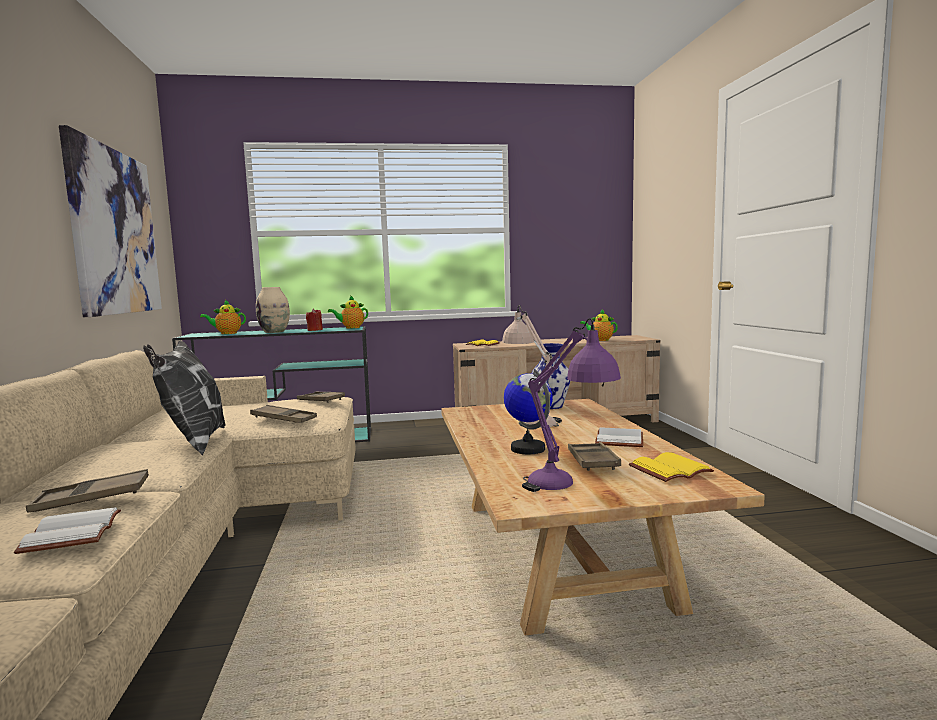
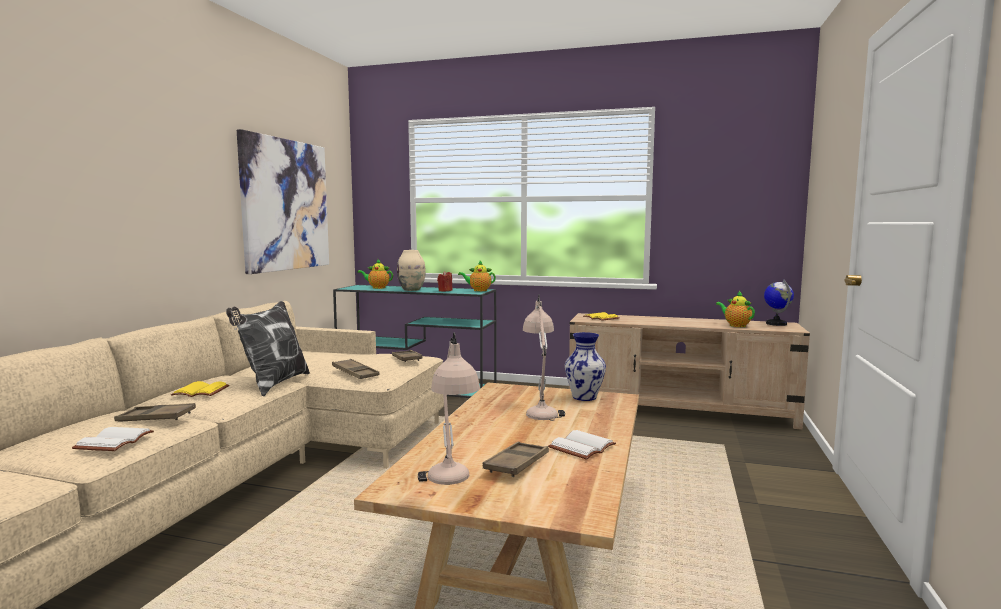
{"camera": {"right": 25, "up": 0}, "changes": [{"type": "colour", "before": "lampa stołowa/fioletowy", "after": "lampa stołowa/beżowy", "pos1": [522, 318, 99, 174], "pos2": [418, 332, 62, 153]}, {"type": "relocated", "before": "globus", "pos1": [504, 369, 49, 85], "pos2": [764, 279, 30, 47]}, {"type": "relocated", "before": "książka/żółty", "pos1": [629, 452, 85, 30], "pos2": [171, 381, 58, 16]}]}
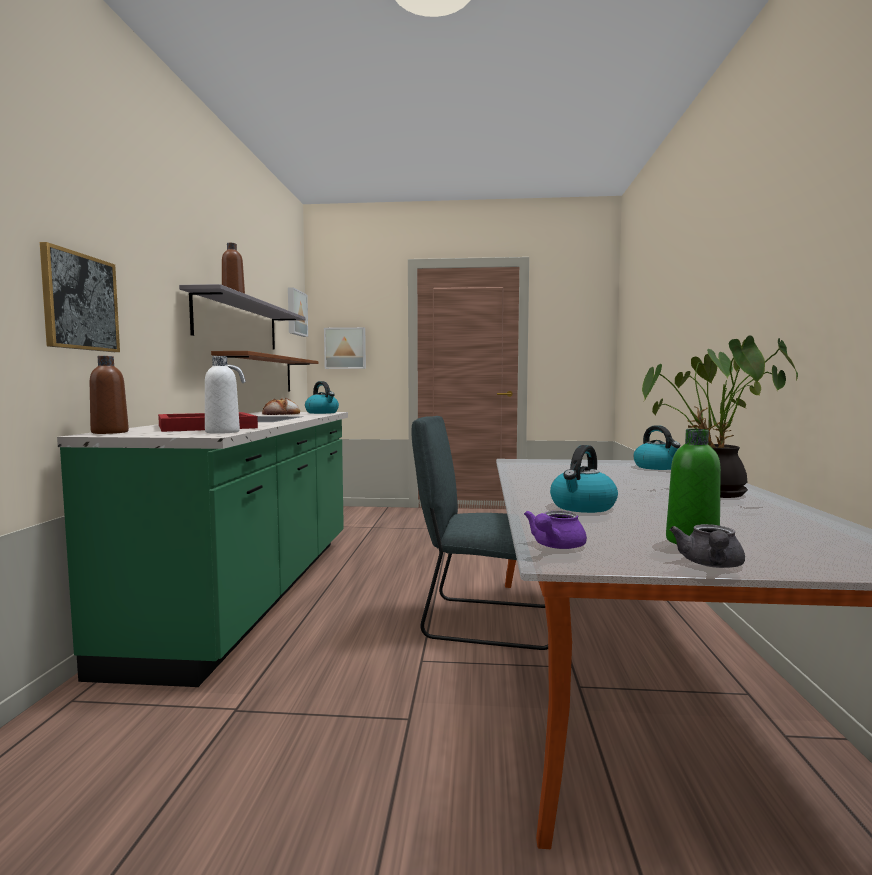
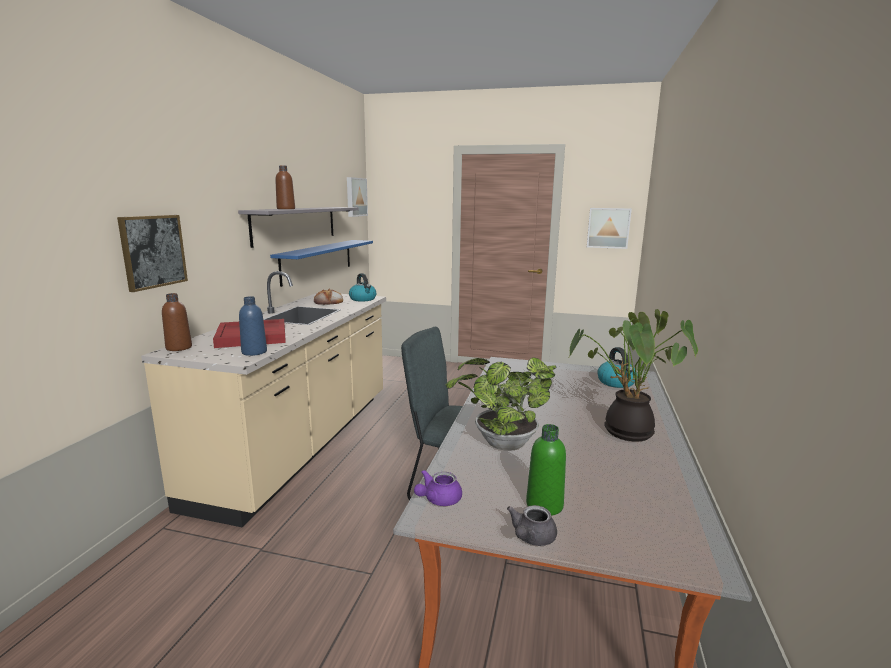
{"camera": {"right": 10, "up": 10}, "changes": [{"type": "relocated", "before": "obraz", "pos1": [324, 327, 42, 42], "pos2": [587, 208, 45, 41]}, {"type": "colour", "before": "półka/brązowy", "after": "półka/niebieski", "pos1": [211, 351, 107, 41], "pos2": [270, 240, 103, 47]}, {"type": "colour", "before": "butelka/biały", "after": "butelka/niebieski", "pos1": [205, 356, 35, 78], "pos2": [239, 296, 28, 60]}, {"type": "colour", "before": "zabudowa kuchenna/zielony", "after": "zabudowa kuchenna/beżowy", "pos1": [57, 364, 291, 323], "pos2": [141, 271, 245, 256]}, {"type": "exchanged", "before": "czajnik", "after": "roślina doniczkowa", "pos1": [550, 445, 68, 68], "pos2": [446, 357, 111, 94]}]}
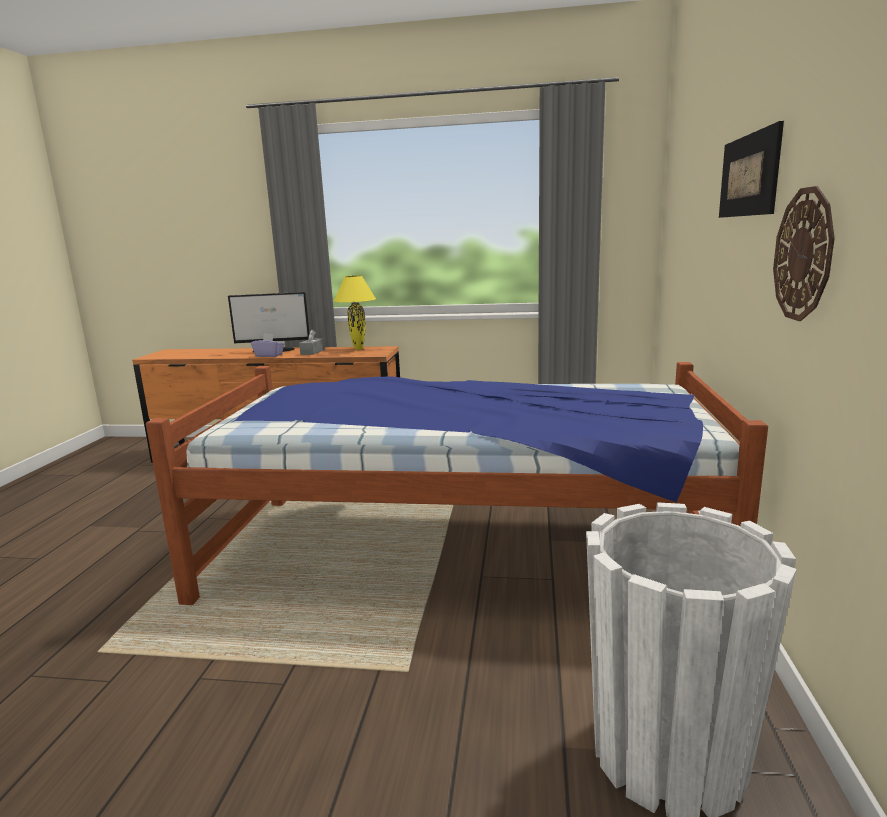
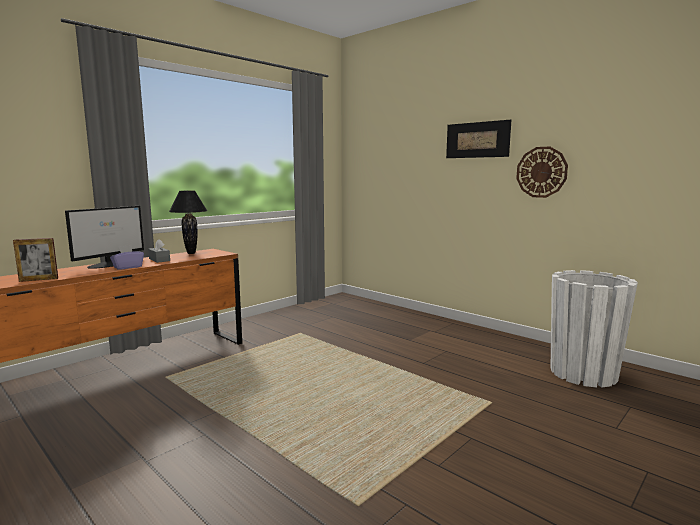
{"camera": {"right": -55, "up": -5}, "changes": [{"type": "colour", "before": "lampa stołowa/żółty", "after": "lampa stołowa/czarny", "pos1": [334, 275, 42, 75], "pos2": [169, 191, 39, 63]}, {"type": "missing", "before": "łóżko", "pos1": [146, 362, 622, 243]}, {"type": "appeared", "after": "ramka na zdjęcie", "pos2": [13, 238, 45, 44]}]}
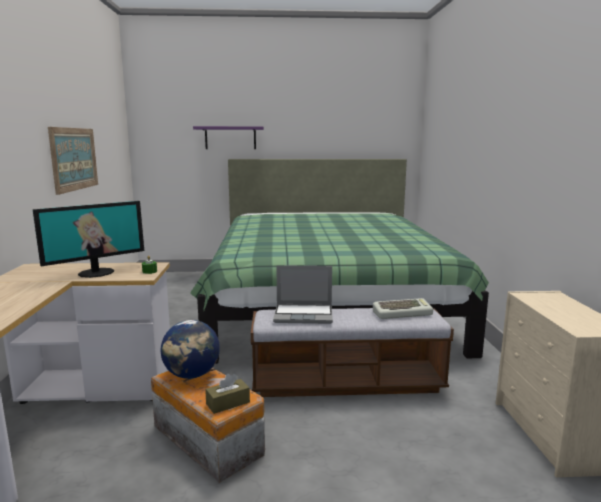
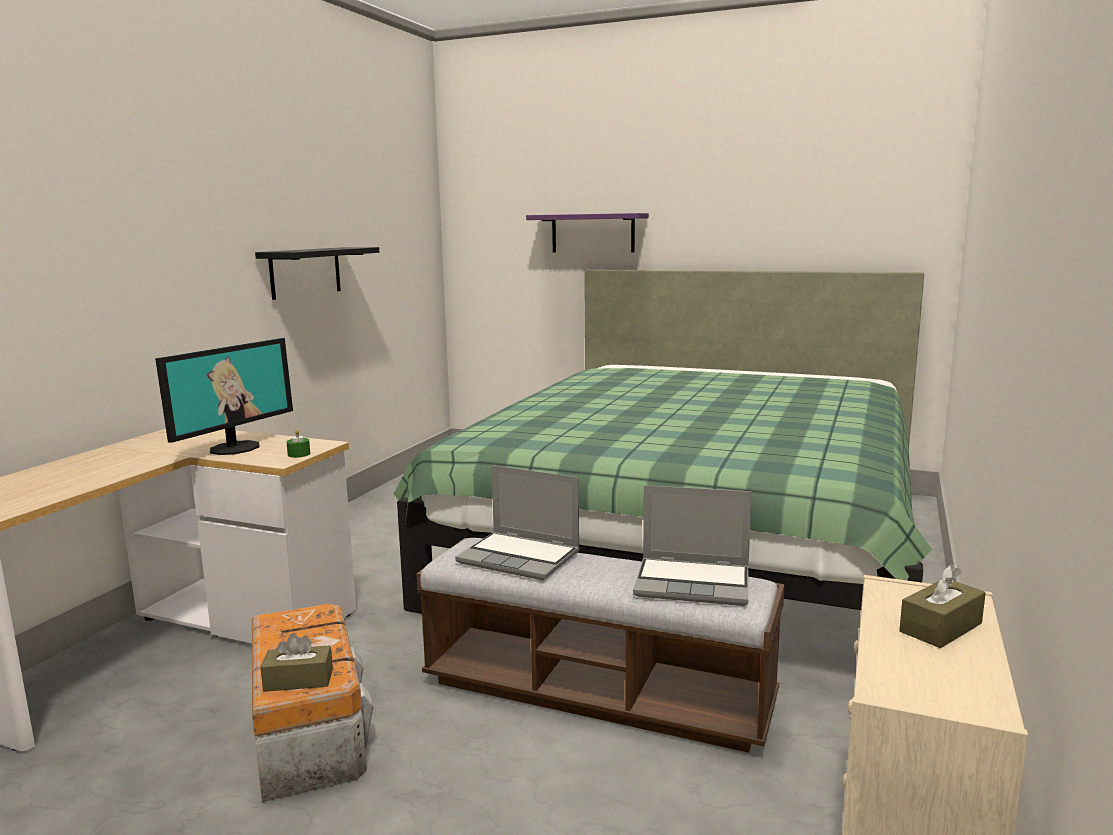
{"camera": {"right": 25, "up": 0}, "changes": [{"type": "exchanged", "before": "obraz", "after": "półka/czarny", "pos1": [48, 127, 50, 68], "pos2": [255, 247, 124, 53]}, {"type": "spun", "before": "monitor", "pos1": [32, 201, 112, 77], "pos2": [155, 338, 138, 117], "turn": -45}, {"type": "exchanged", "before": "klawiatura", "after": "laptop", "pos1": [373, 298, 60, 21], "pos2": [633, 485, 119, 121]}, {"type": "missing", "before": "globus", "pos1": [161, 320, 59, 59]}, {"type": "appeared", "after": "pudełko chusteczek/brązowy", "pos2": [899, 564, 87, 84]}]}
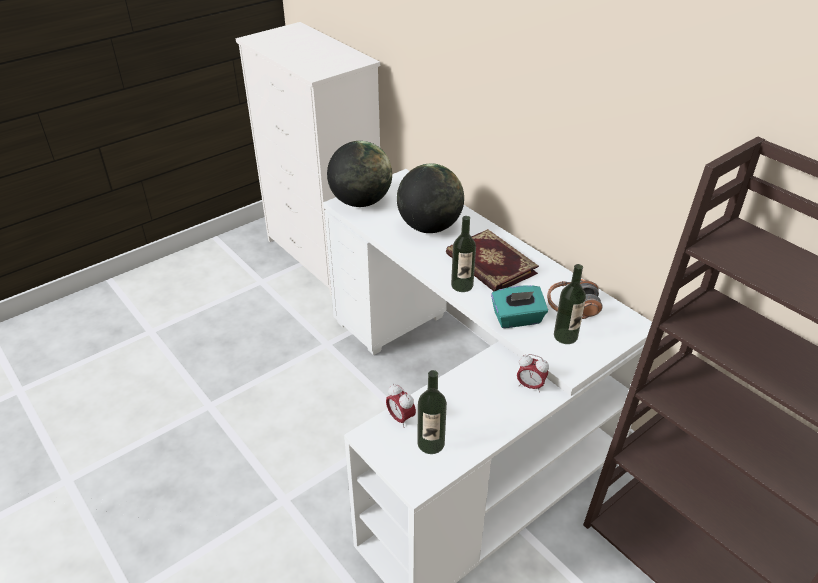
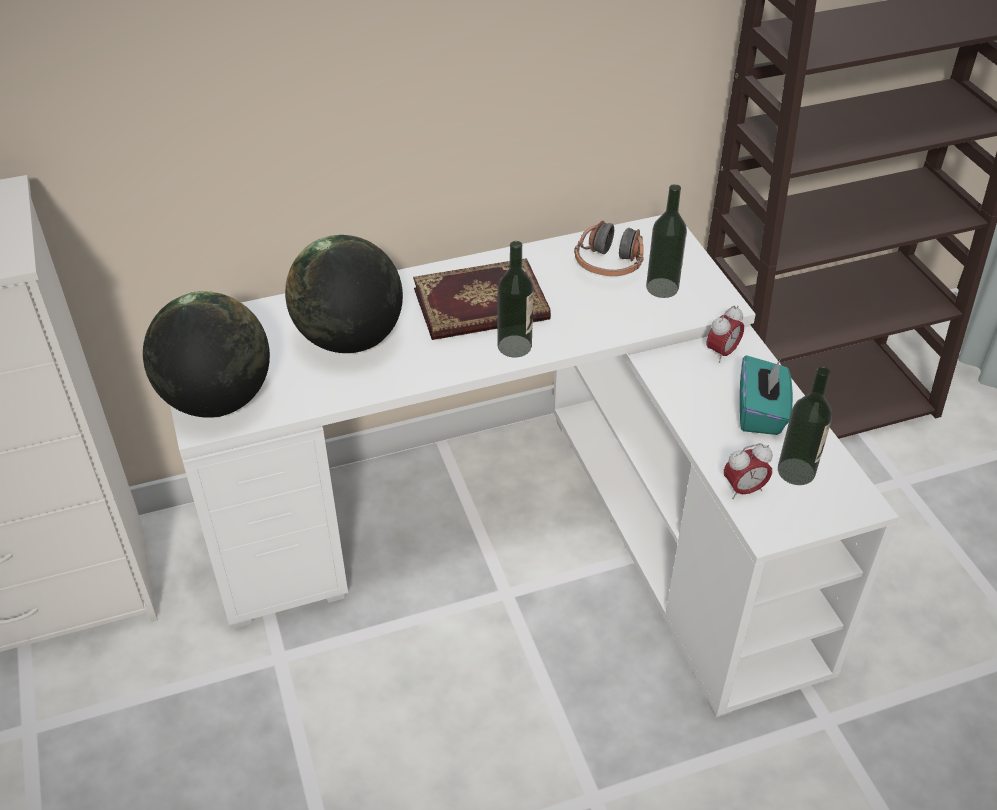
{"camera": {"right": -70, "up": 5}, "changes": [{"type": "relocated", "before": "pudełko chusteczek/turkusowy", "pos1": [491, 285, 57, 43], "pos2": [740, 355, 53, 80]}]}
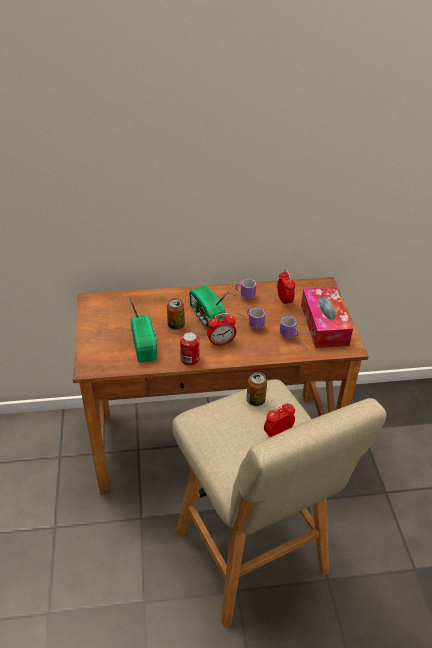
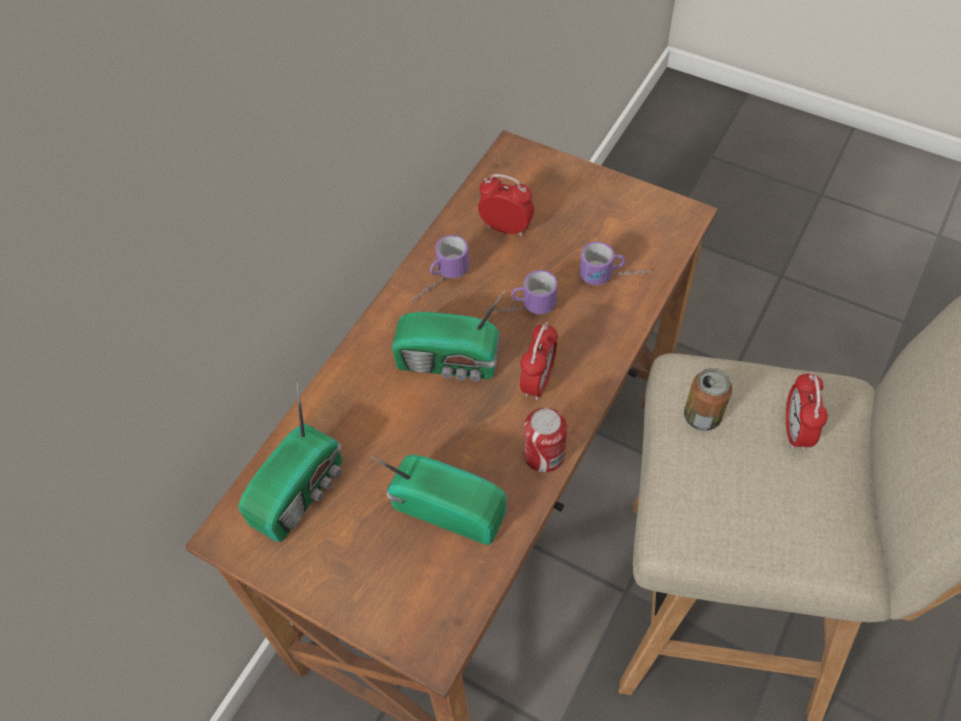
{"camera": {"right": -50, "up": 15}, "changes": [{"type": "missing", "before": "pudełko chusteczek", "pos1": [301, 287, 52, 61]}, {"type": "missing", "before": "puszka", "pos1": [167, 298, 18, 32]}, {"type": "appeared", "after": "radio", "pos2": [239, 381, 103, 161]}]}
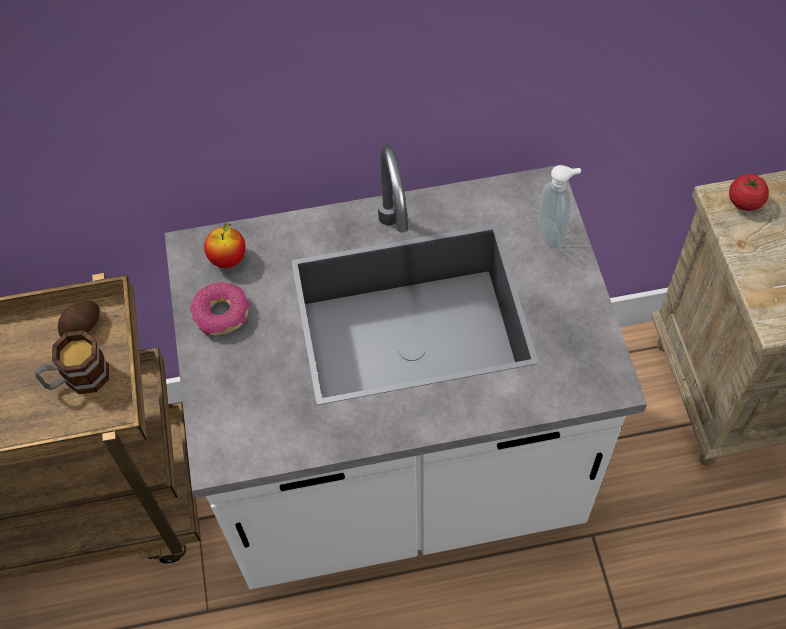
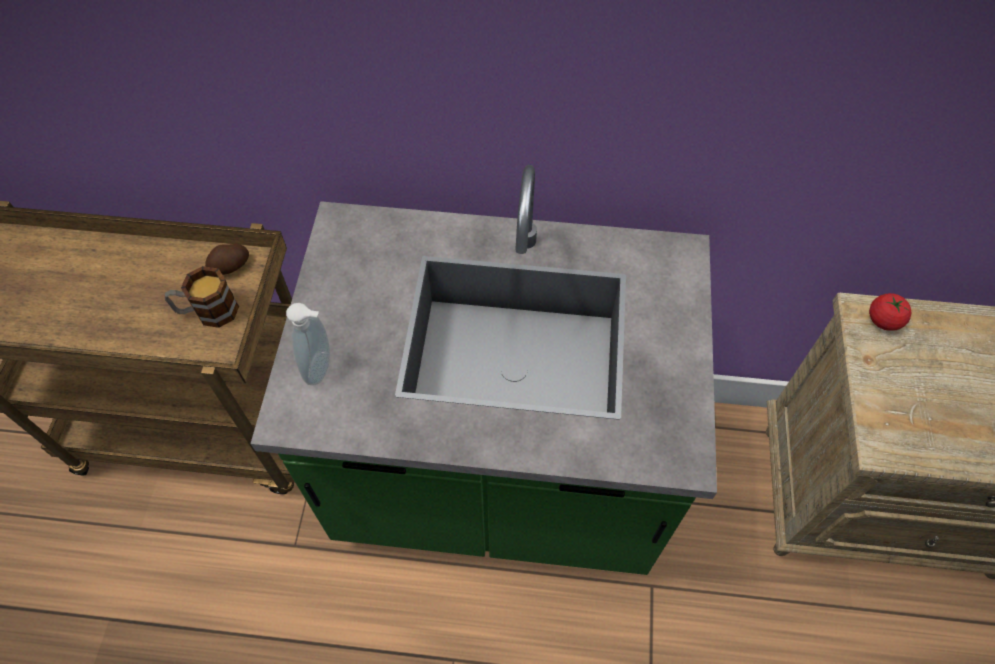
{"camera": {"right": 15, "up": 0}, "changes": [{"type": "colour", "before": "zabudowa kuchenna/biały", "after": "zabudowa kuchenna/zielony", "pos1": [165, 144, 482, 445], "pos2": [250, 165, 467, 410]}, {"type": "relocated", "before": "dozownik mydła", "pos1": [539, 165, 42, 84], "pos2": [286, 303, 44, 82]}, {"type": "missing", "before": "jabłko", "pos1": [204, 223, 41, 45]}, {"type": "missing", "before": "donut", "pos1": [190, 282, 60, 54]}]}
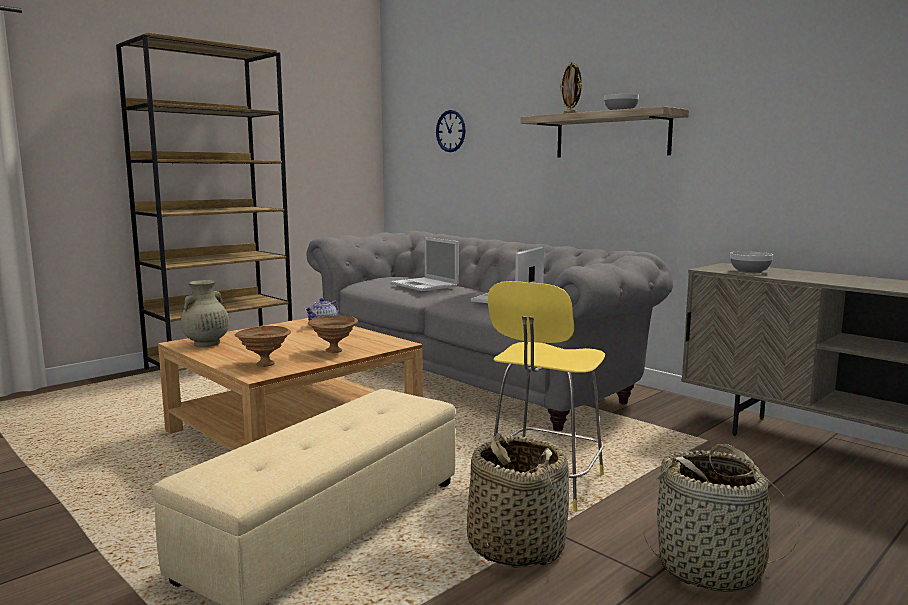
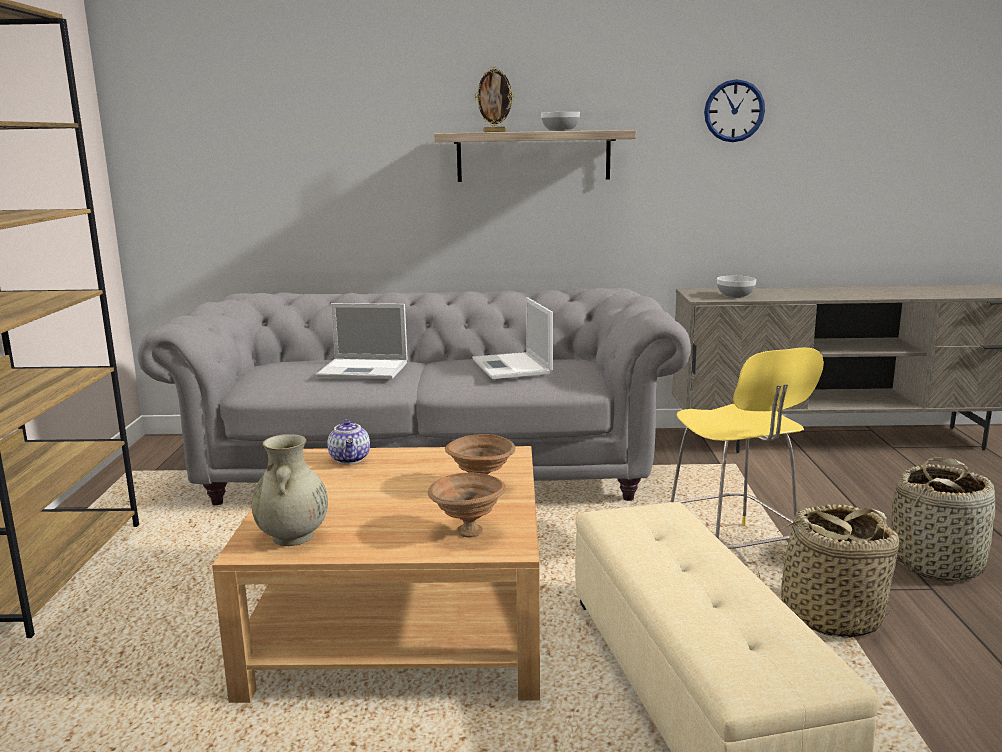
{"camera": {"right": -45, "up": 5}, "changes": [{"type": "relocated", "before": "zegar ścienny", "pos1": [436, 110, 30, 42], "pos2": [704, 79, 61, 63]}]}
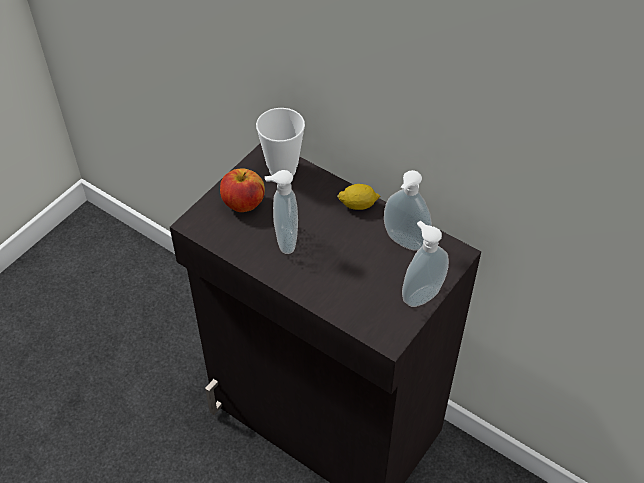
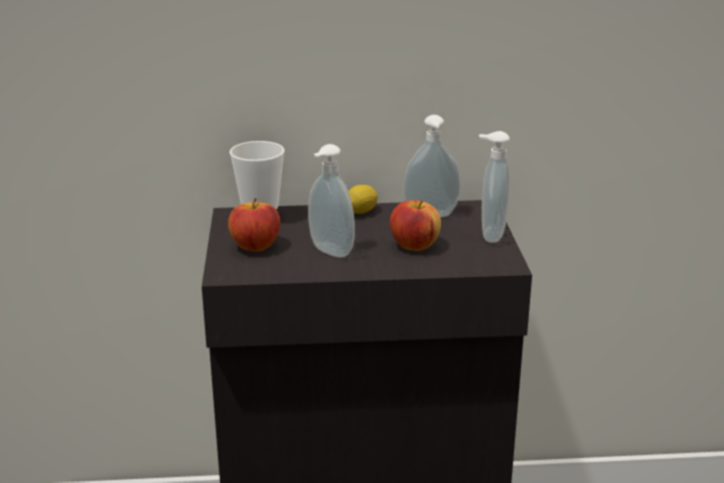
{"camera": {"right": -40, "up": -25}, "changes": [{"type": "appeared", "after": "jabłko", "pos2": [390, 200, 51, 51]}]}
